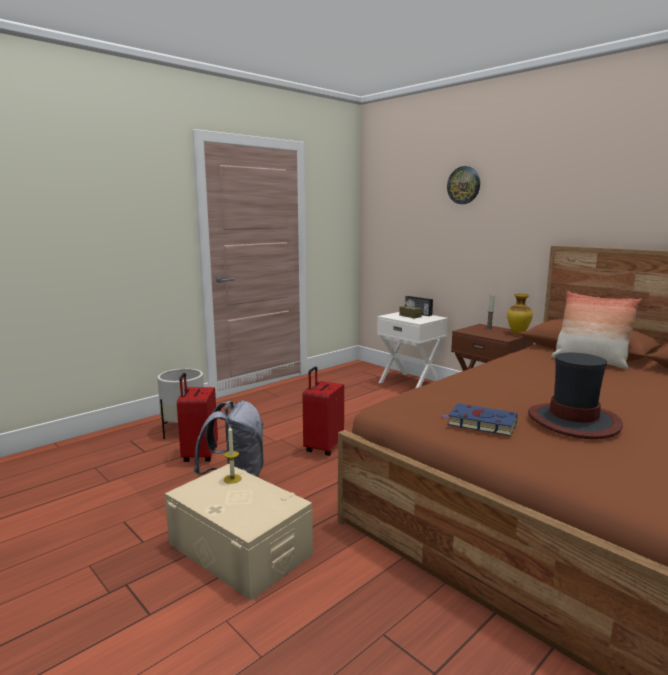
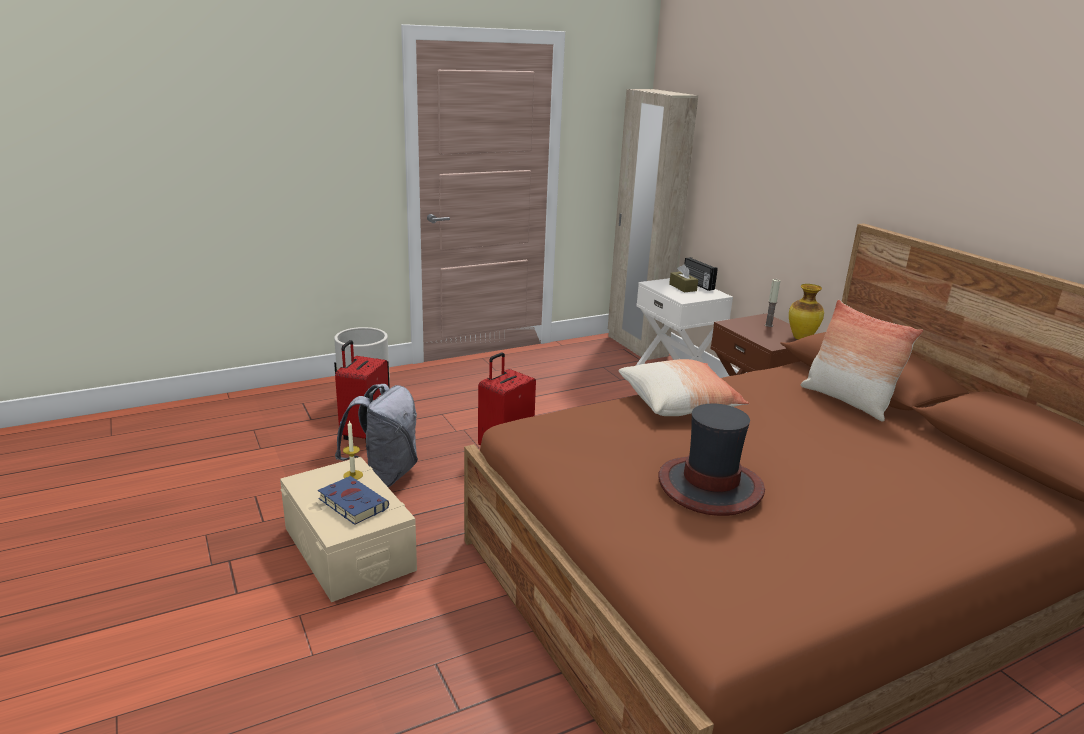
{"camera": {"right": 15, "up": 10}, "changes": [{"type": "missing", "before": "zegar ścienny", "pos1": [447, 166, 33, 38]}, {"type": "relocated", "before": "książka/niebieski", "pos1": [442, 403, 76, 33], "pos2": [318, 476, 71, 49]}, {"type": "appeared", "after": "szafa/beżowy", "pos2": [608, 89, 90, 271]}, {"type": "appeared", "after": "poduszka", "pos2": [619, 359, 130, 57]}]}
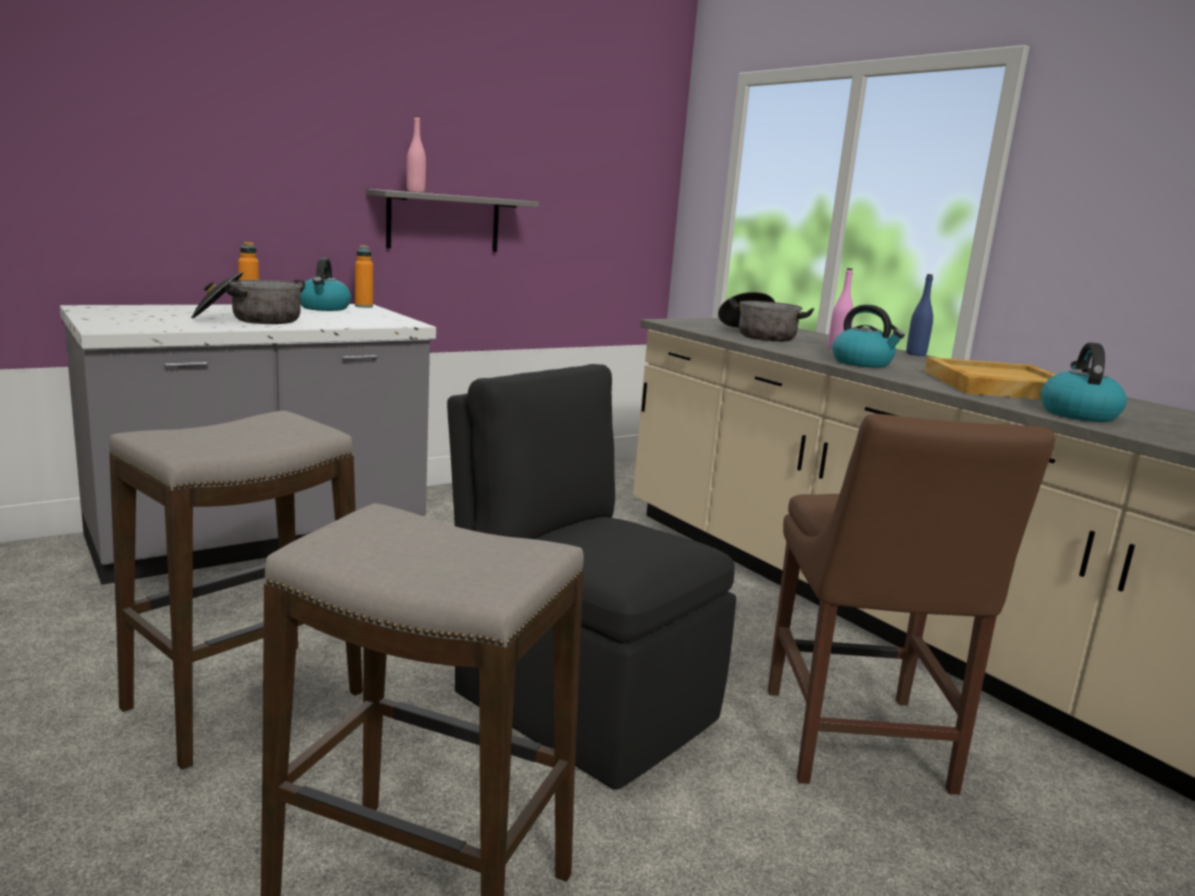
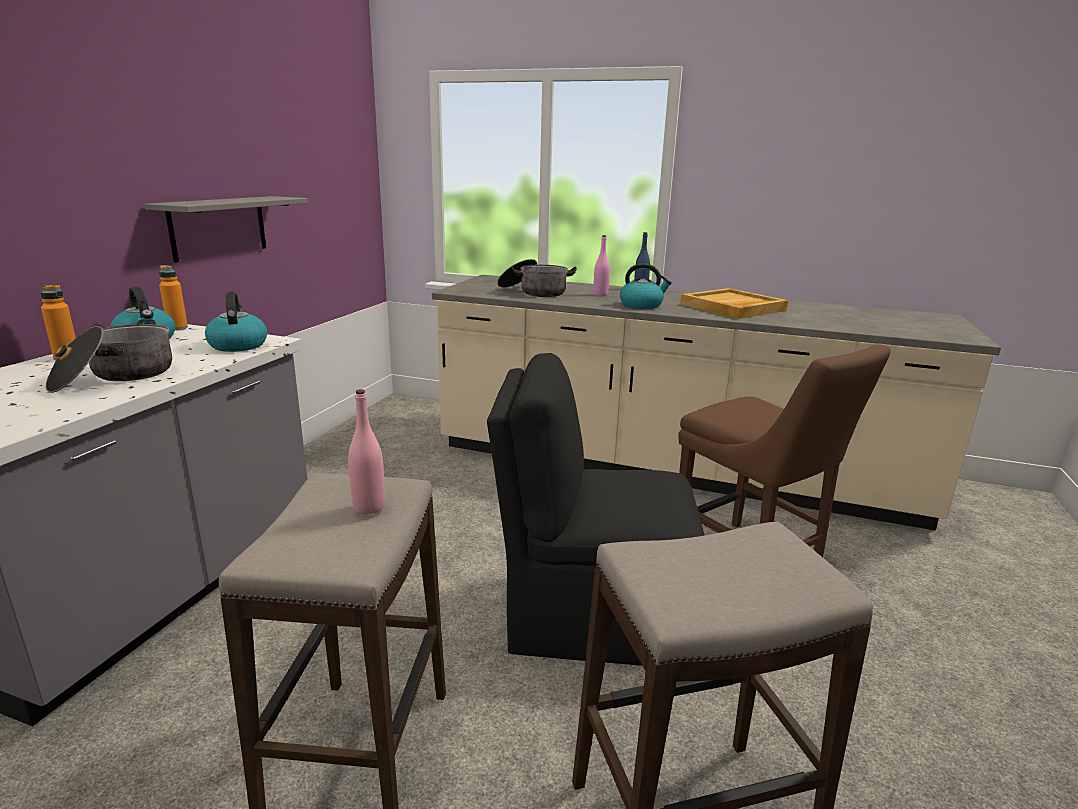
{"camera": {"right": -35, "up": 5}, "changes": [{"type": "relocated", "before": "butelka/różowy", "pos1": [406, 116, 20, 77], "pos2": [348, 389, 37, 125]}, {"type": "relocated", "before": "czajnik", "pos1": [1041, 342, 86, 80], "pos2": [205, 292, 62, 60]}]}
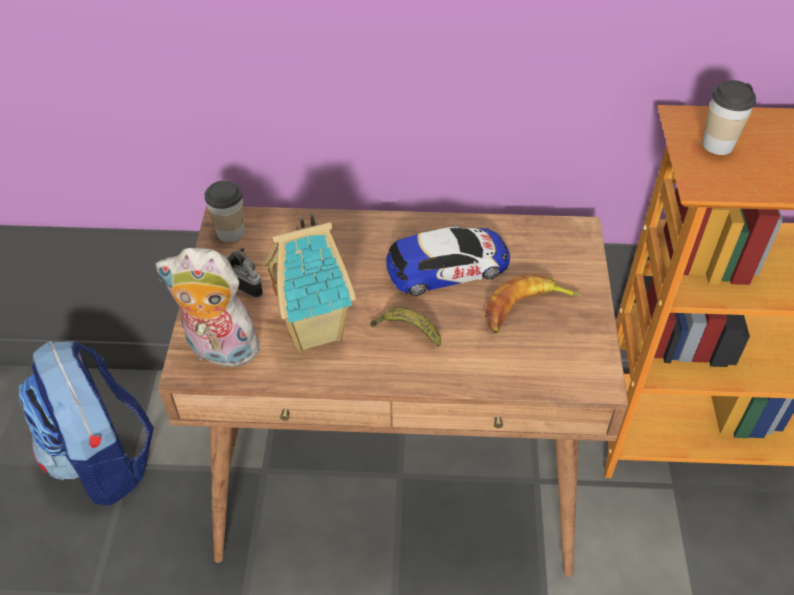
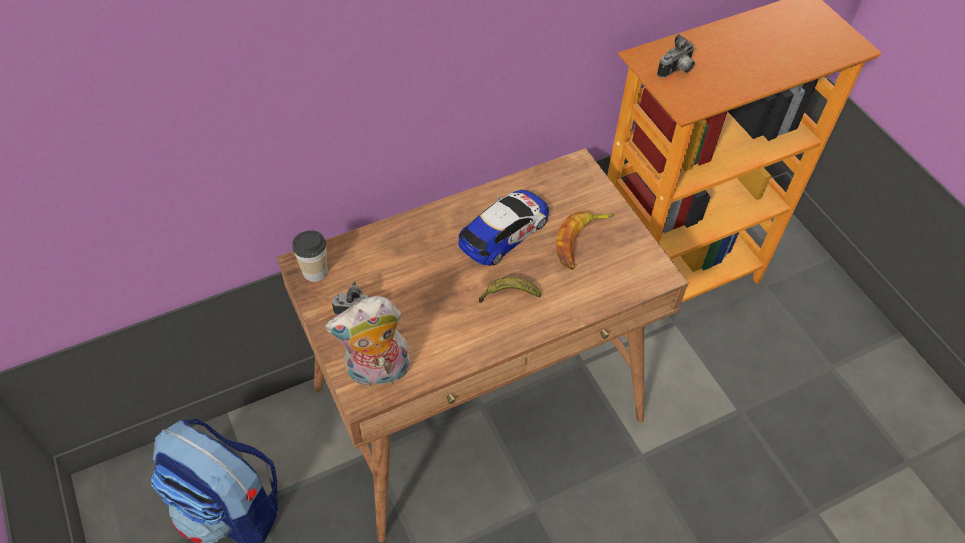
{"camera": {"right": -30, "up": 5}, "changes": [{"type": "exchanged", "before": "filiżanka", "after": "aparat fotograficzny", "pos1": [702, 80, 54, 75], "pos2": [657, 34, 38, 44]}, {"type": "missing", "before": "domek", "pos1": [262, 212, 94, 140]}]}
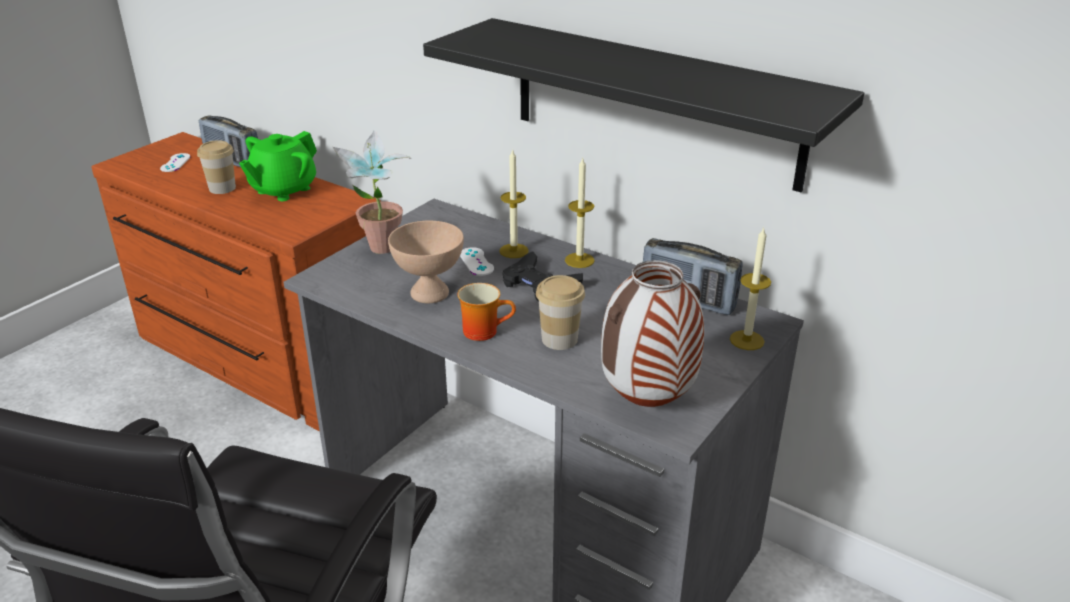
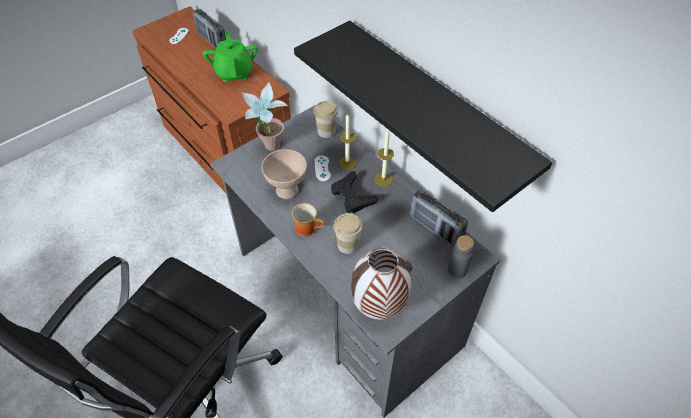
{"camera": {"right": 15, "up": 20}, "changes": [{"type": "spun", "before": "imbryk/zielony", "pos1": [239, 131, 78, 70], "pos2": [203, 32, 55, 50], "turn": 120}, {"type": "relocated", "before": "filiżanka", "pos1": [197, 140, 39, 54], "pos2": [313, 101, 25, 37]}, {"type": "exchanged", "before": "świeca", "after": "butelka/szary", "pos1": [730, 227, 41, 123], "pos2": [448, 235, 26, 43]}]}
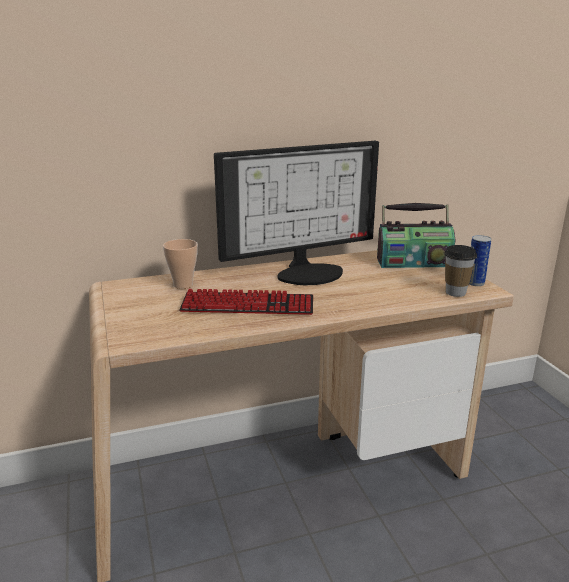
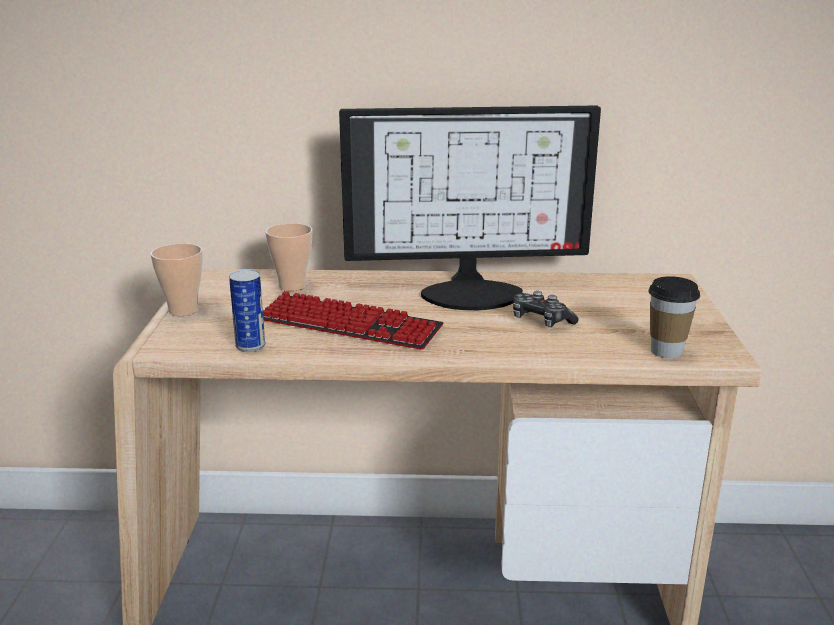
{"camera": {"right": 20, "up": 0}, "changes": [{"type": "missing", "before": "radio", "pos1": [377, 203, 78, 65]}, {"type": "relocated", "before": "puszka", "pos1": [469, 235, 23, 51], "pos2": [229, 270, 36, 82]}, {"type": "appeared", "after": "filiżanka", "pos2": [151, 243, 52, 73]}, {"type": "appeared", "after": "pad do gier", "pos2": [513, 291, 66, 36]}]}
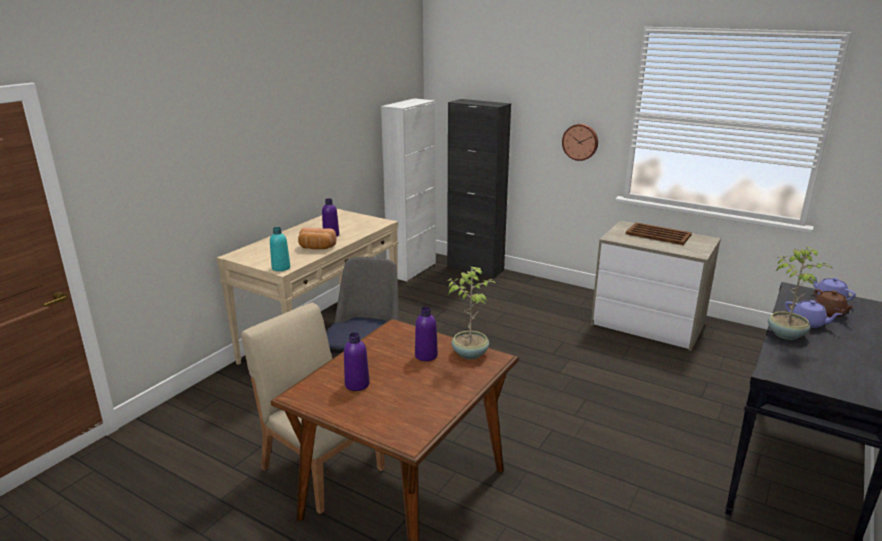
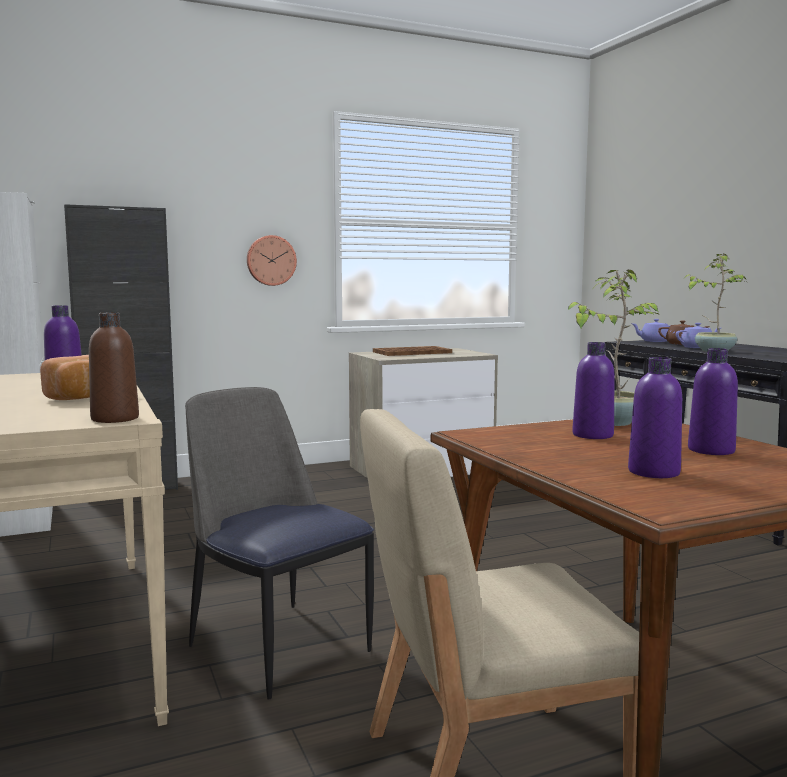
{"camera": {"right": -55, "up": -15}, "changes": [{"type": "colour", "before": "butelka/turkusowy", "after": "butelka/brązowy", "pos1": [270, 227, 20, 44], "pos2": [89, 313, 50, 110]}, {"type": "appeared", "after": "butelka/fioletowy", "pos2": [688, 348, 50, 107]}]}
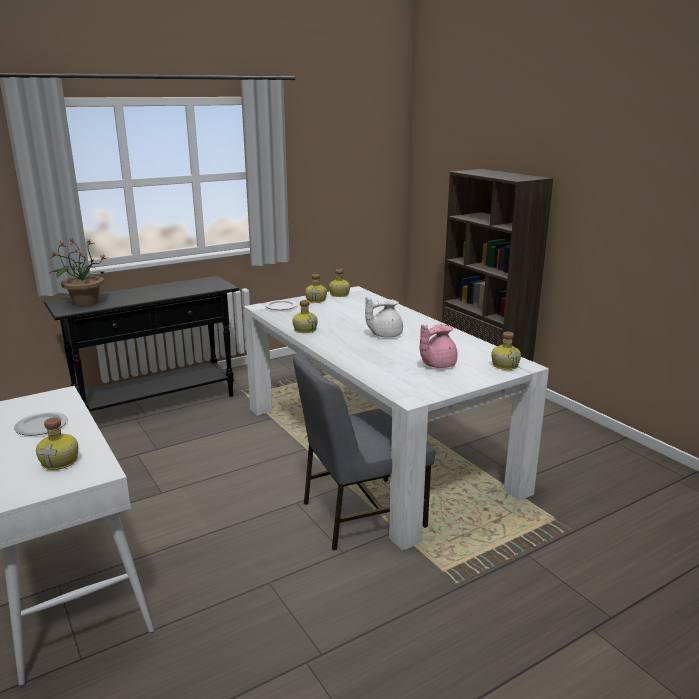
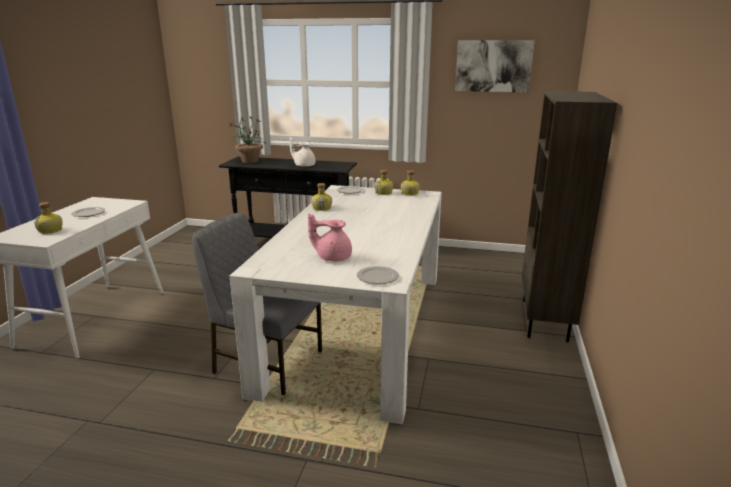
{"camera": {"right": 45, "up": 0}, "changes": [{"type": "relocated", "before": "imbryk/biały", "pos1": [365, 297, 38, 41], "pos2": [290, 137, 26, 30]}, {"type": "exchanged", "before": "butelka", "after": "talerz", "pos1": [491, 331, 30, 39], "pos2": [357, 266, 42, 18]}, {"type": "appeared", "after": "obraz", "pos2": [455, 40, 80, 52]}]}
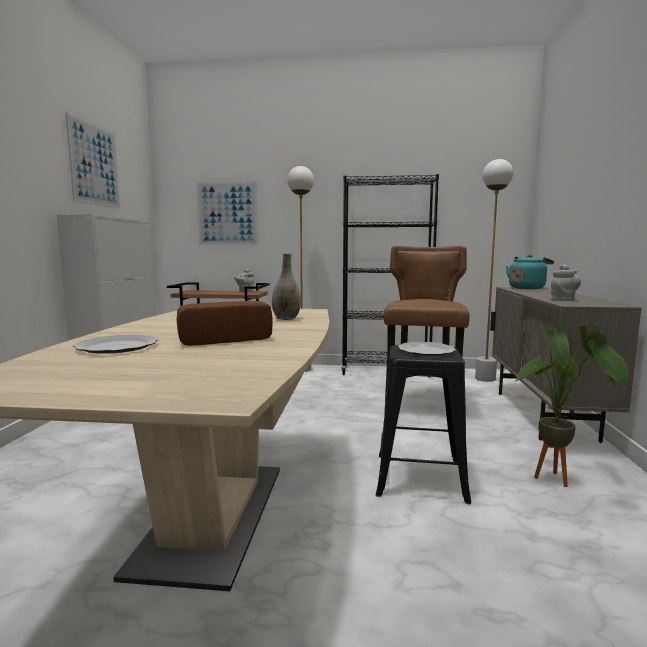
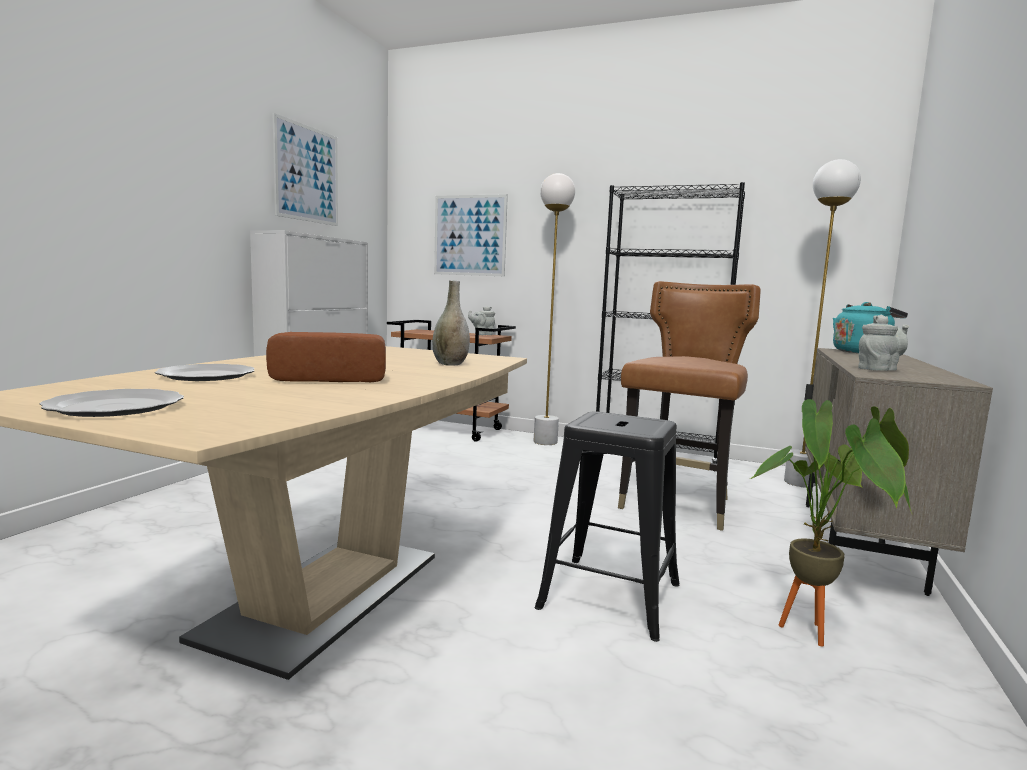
{"camera": {"right": 15, "up": 0}, "changes": [{"type": "relocated", "before": "talerz", "pos1": [398, 342, 58, 14], "pos2": [39, 389, 145, 28]}]}
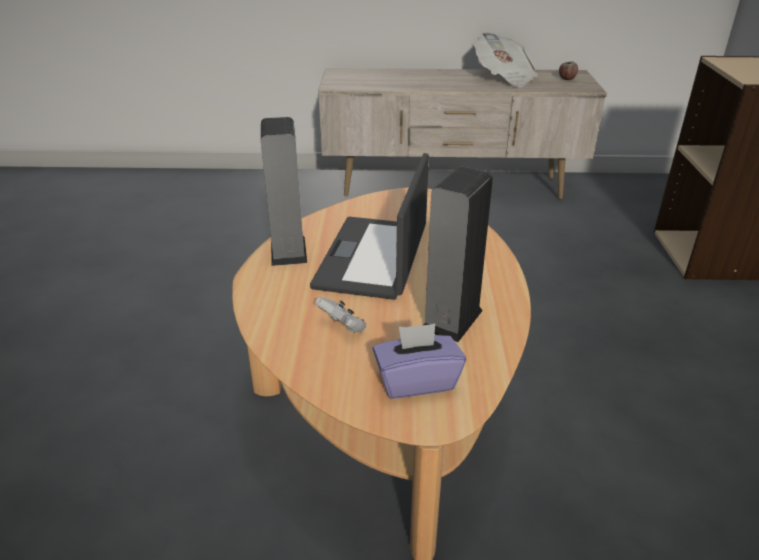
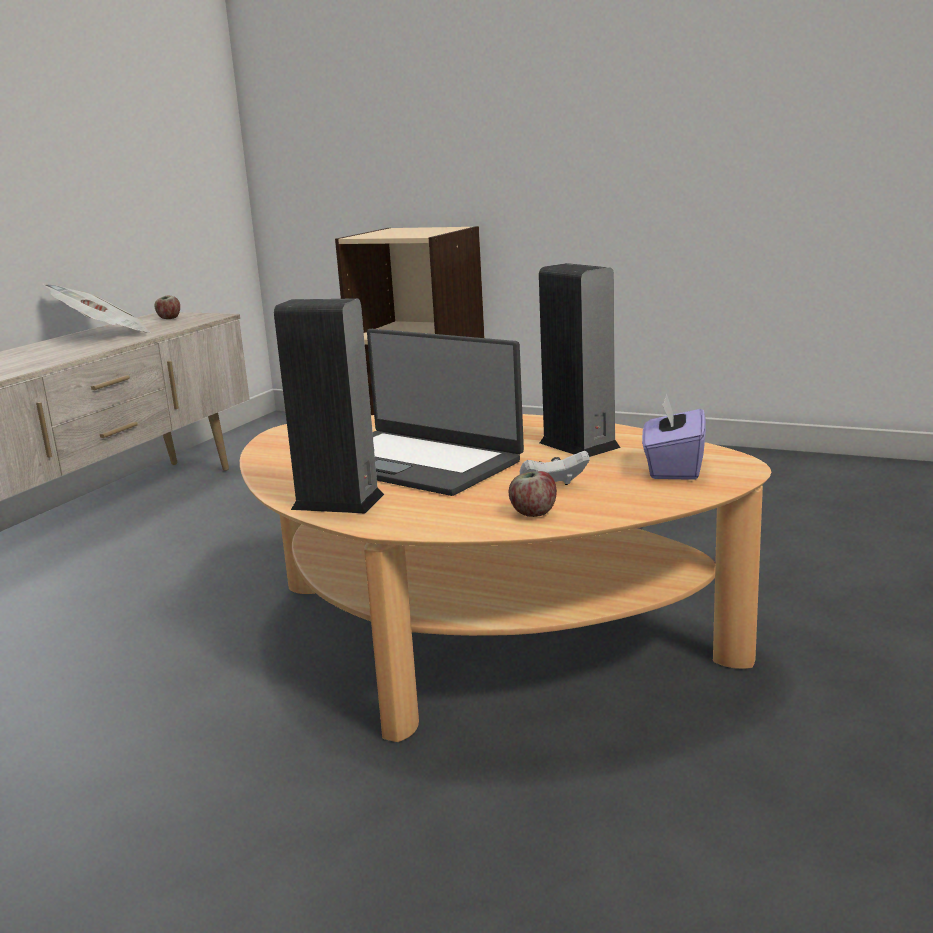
{"camera": {"right": -65, "up": -15}, "changes": [{"type": "appeared", "after": "jabłko", "pos2": [509, 471, 48, 46]}]}
